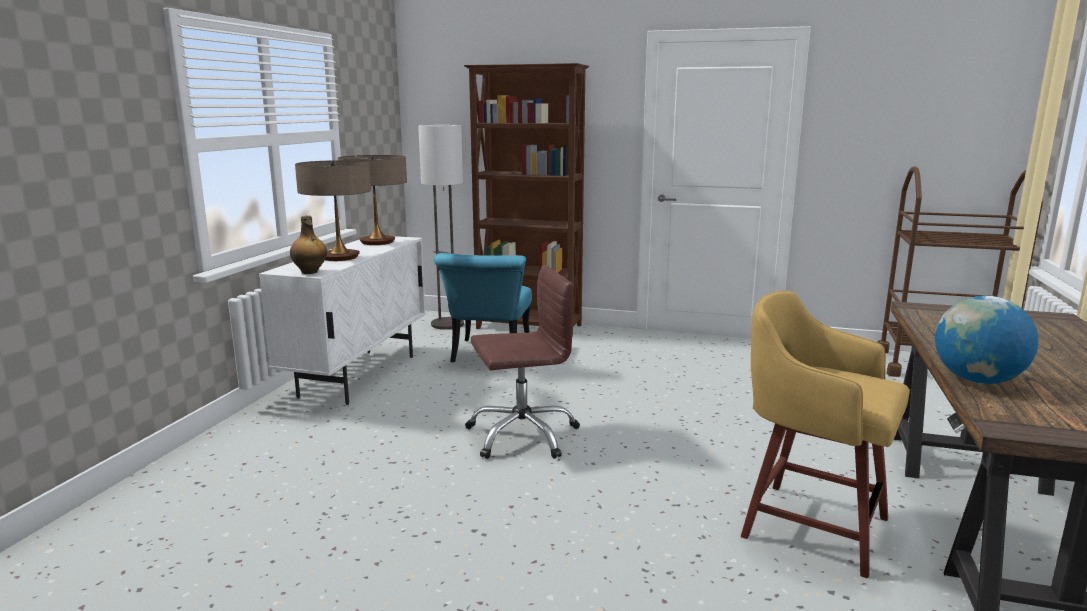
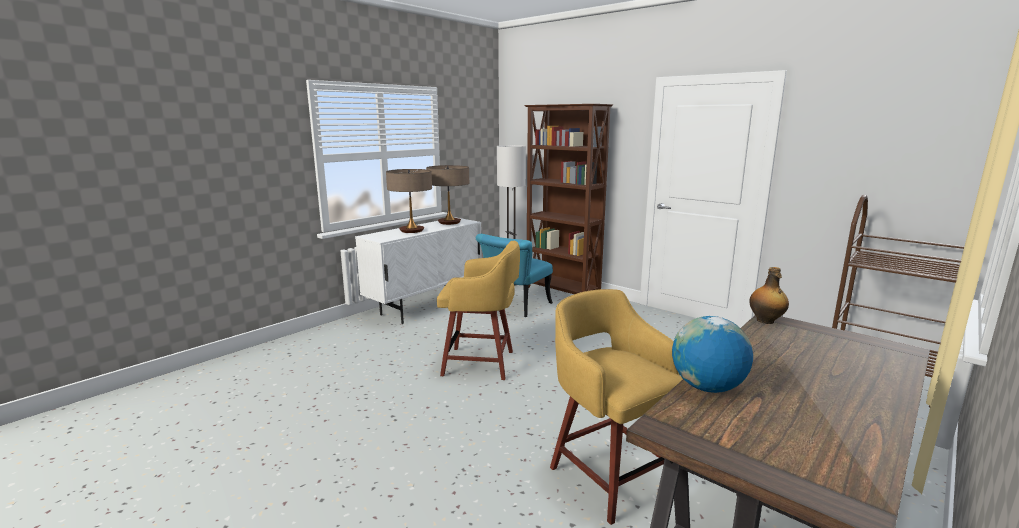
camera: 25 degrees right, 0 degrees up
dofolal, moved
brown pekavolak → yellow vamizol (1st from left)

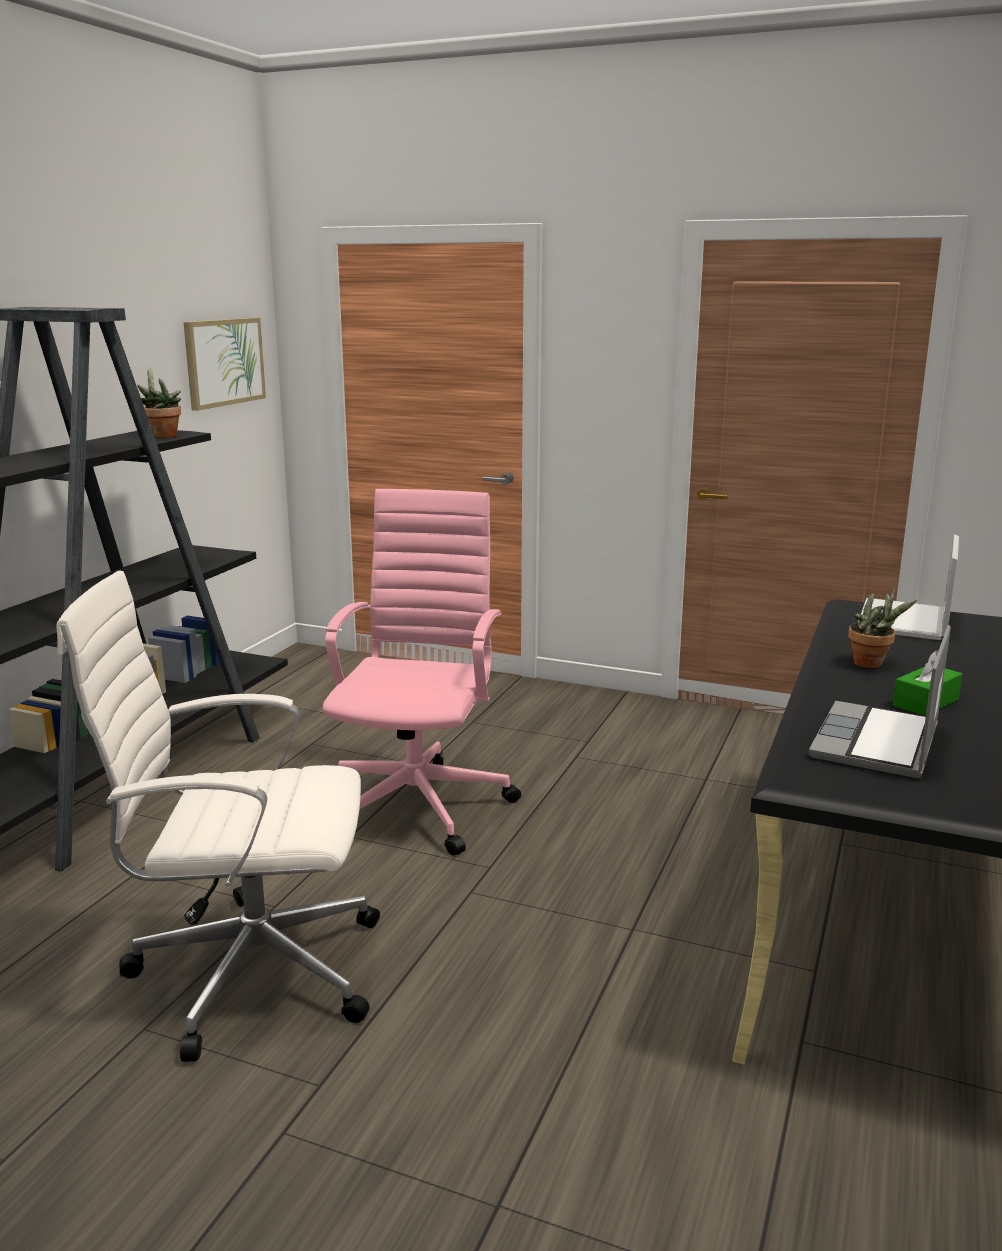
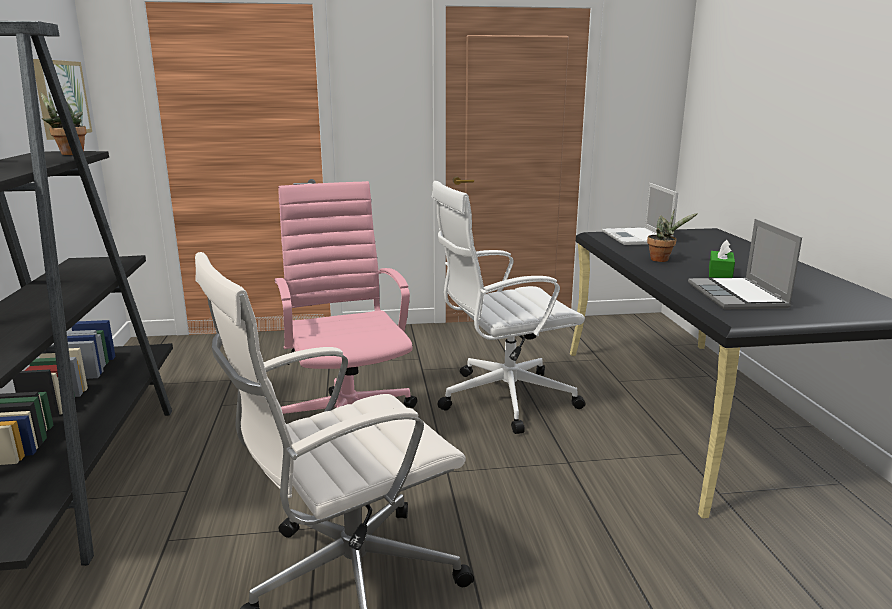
camera: 30 degrees left, 0 degrees up
- → white pekavolak (2nd from left)

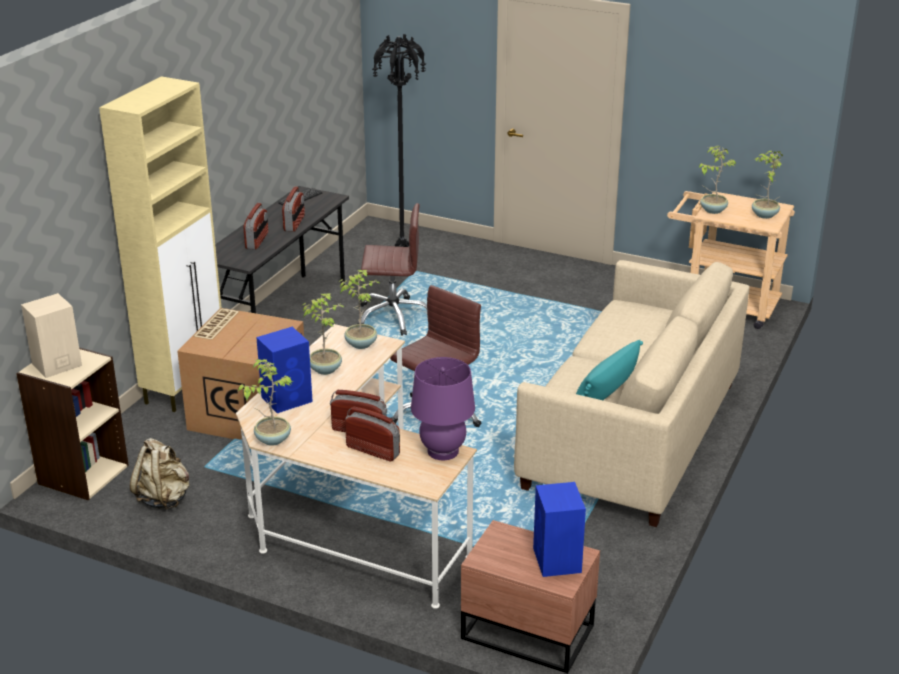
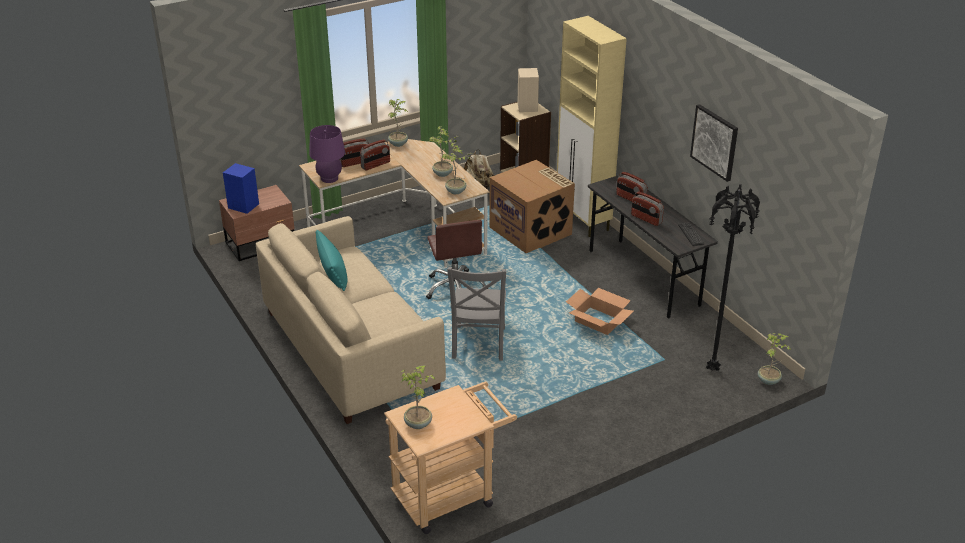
camera: 125 degrees right, 5 degrees up
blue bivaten (1st from left) → -
brown pekavolak (1st from left) → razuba (2nd from left)
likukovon (4th from left in the first image) → likukovon (5th from left), moved
- → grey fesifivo
- → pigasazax

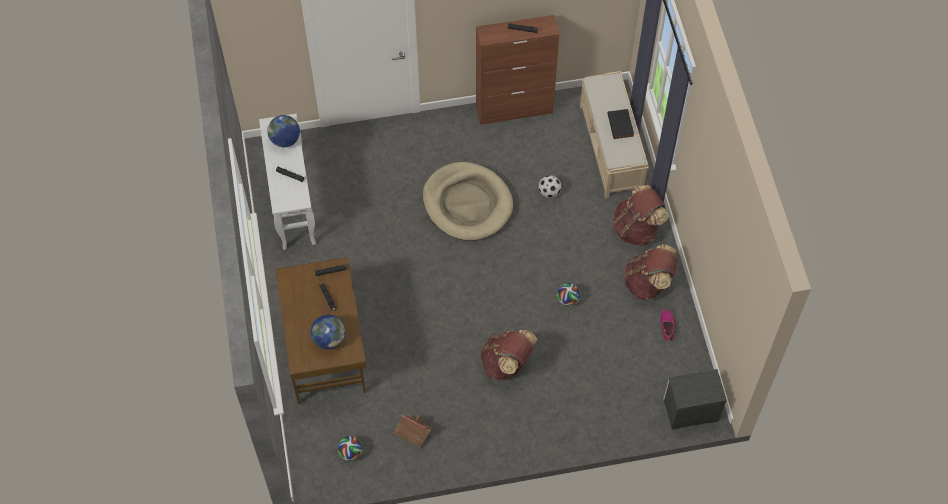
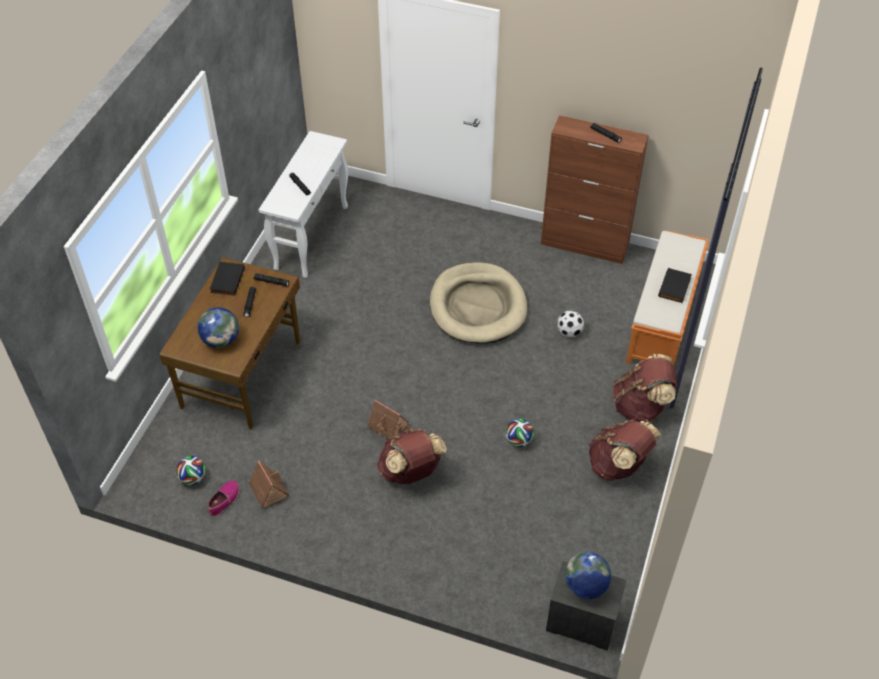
camera: 30 degrees right, 10 degrees down
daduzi (1st from left in the first image) → daduzi (2nd from left), moved
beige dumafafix → orange dumafafix
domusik, moved
- → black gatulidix (1st from left)
- → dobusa (2nd from left)

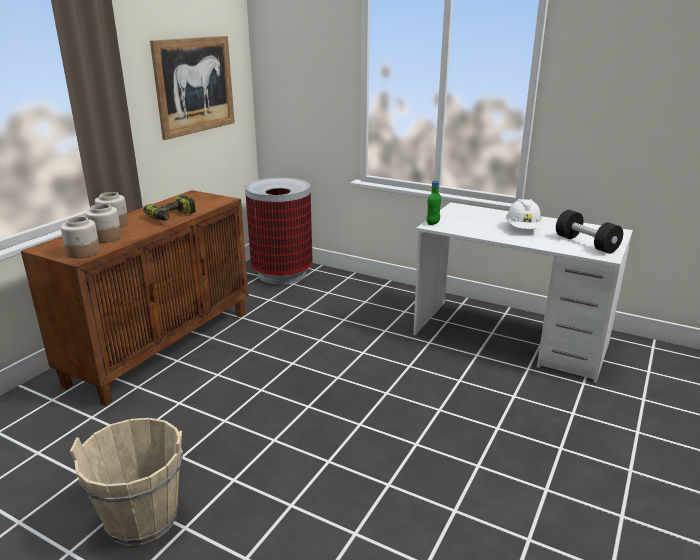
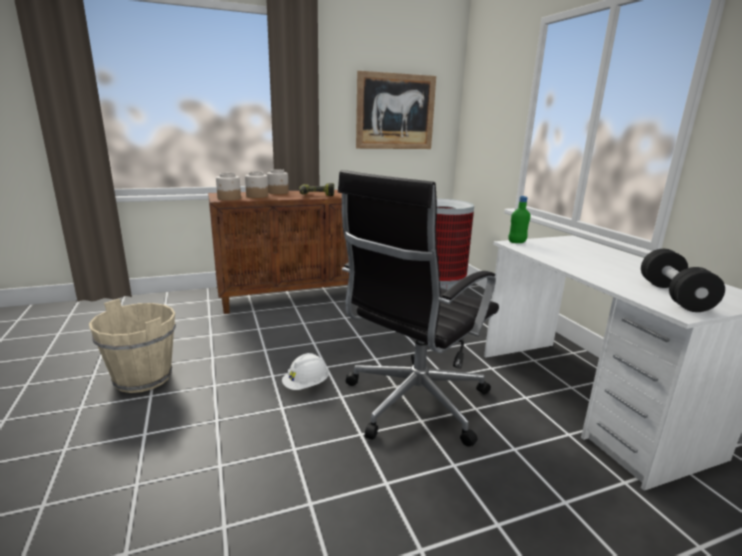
camera: 40 degrees right, 5 degrees down
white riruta, moved
- → black pekavolak

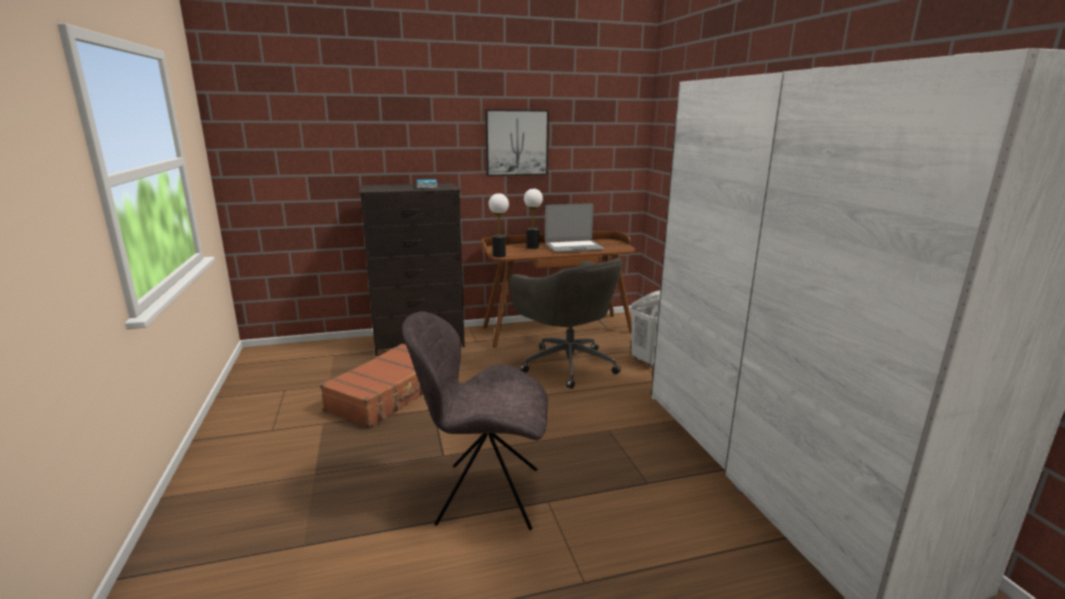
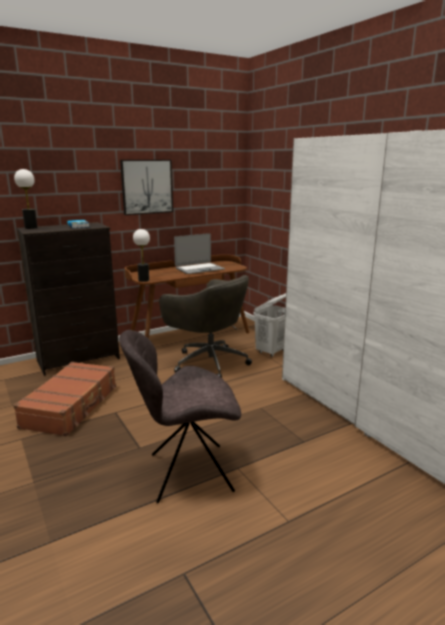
camera: 15 degrees left, 0 degrees up
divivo (2nd from left in the first image) → divivo (1st from left), moved

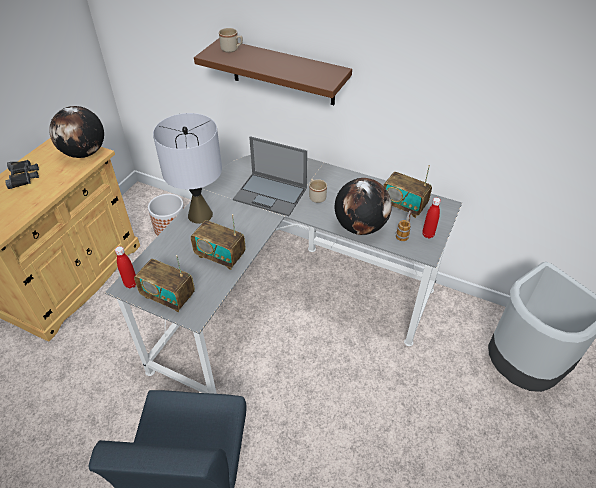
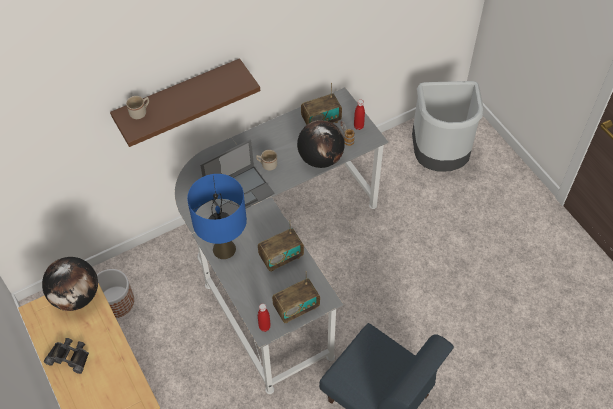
camera: 55 degrees left, 10 degrees up
grey divivo → blue divivo

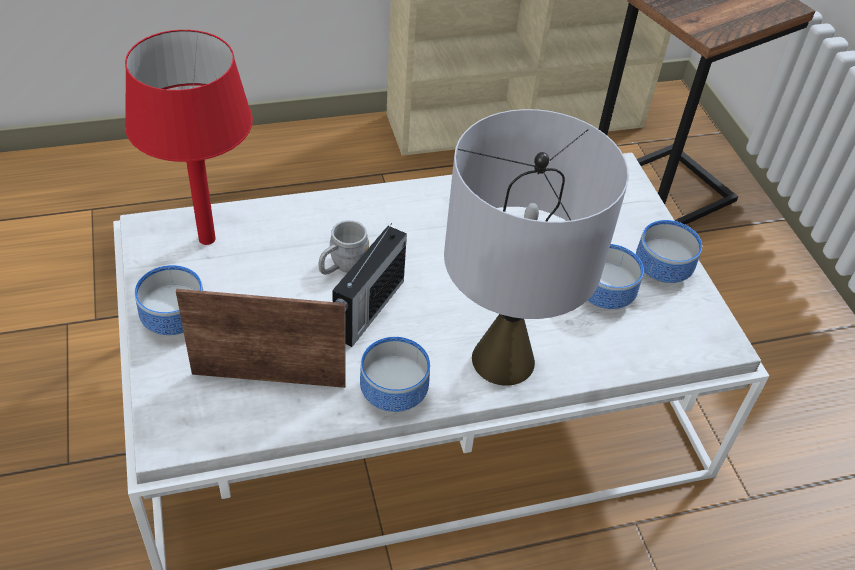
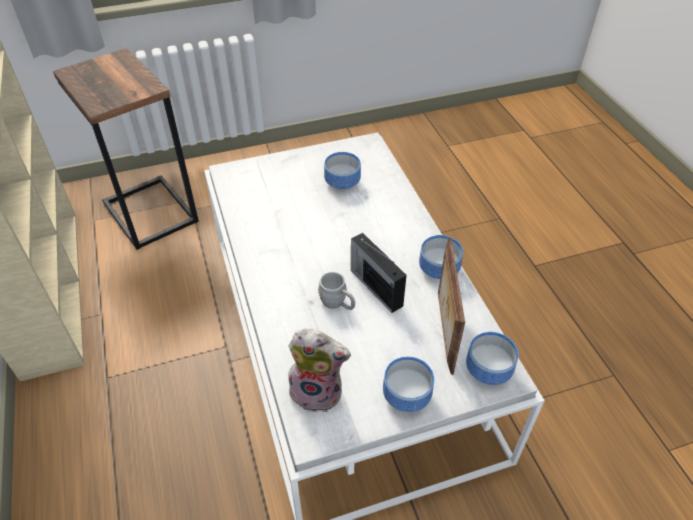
camera: 90 degrees left, 0 degrees up
red divivo → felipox
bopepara, 150 degrees counterclockwise
grey divivo → -
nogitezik (4th from left), moved

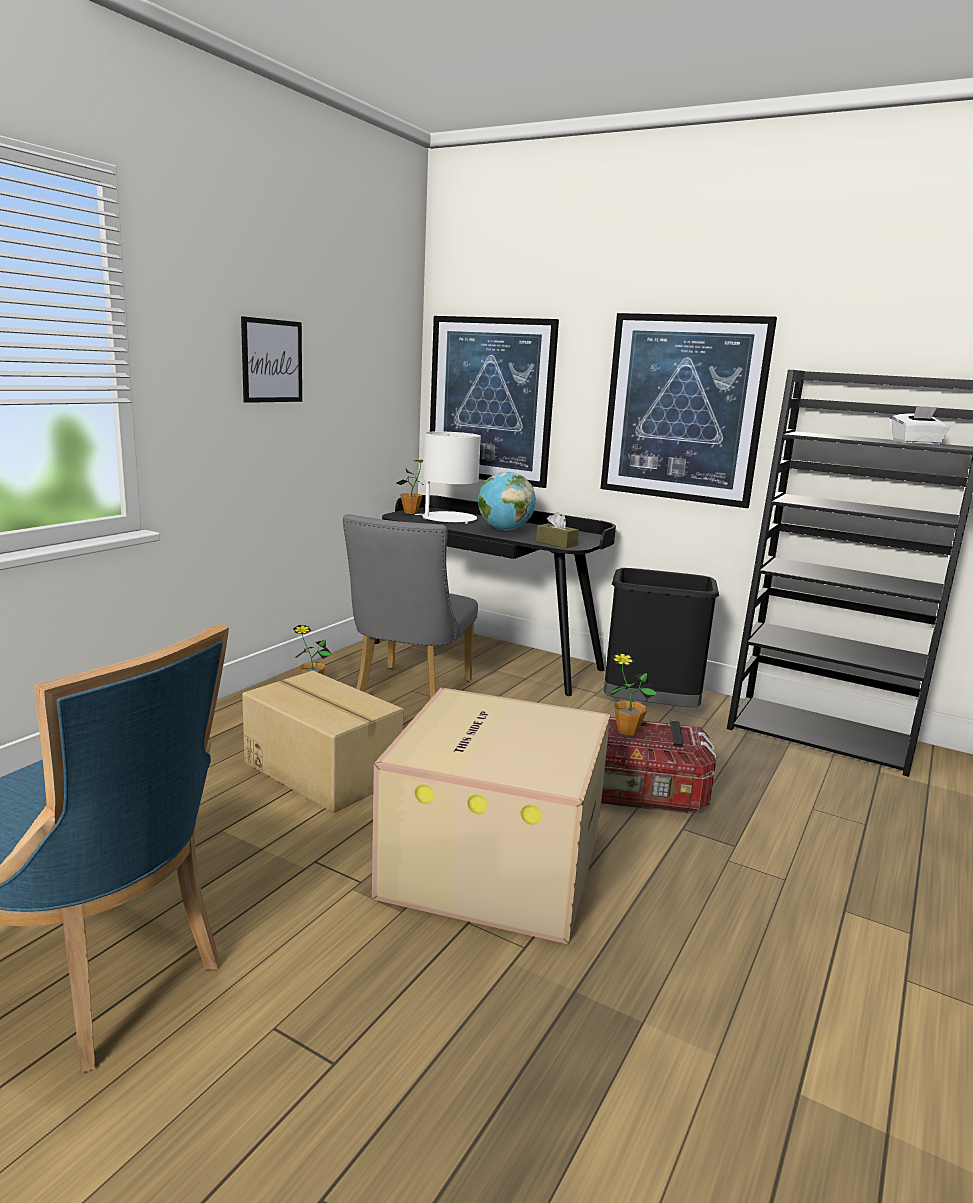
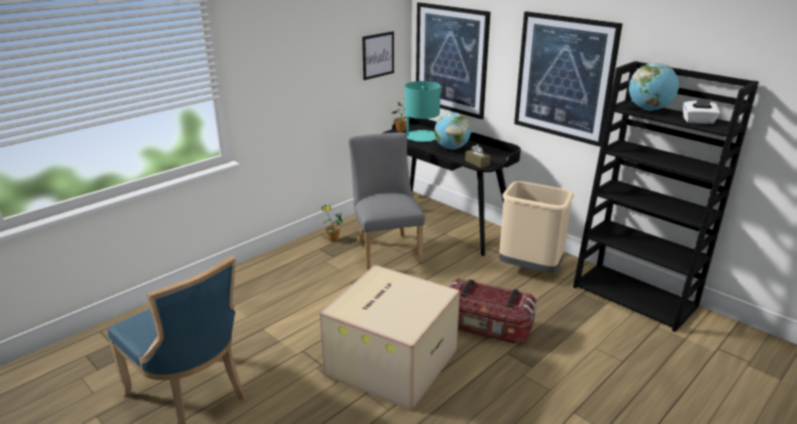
camera: 15 degrees right, 10 degrees up
pigasazax (1st from left), moved
razuba (1st from left) → -
grey fesifivo, 135 degrees clockwise
white divivo → turquoise divivo
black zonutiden → beige zonutiden
likukovon (3rd from left) → -
- → daduzi (2nd from left)

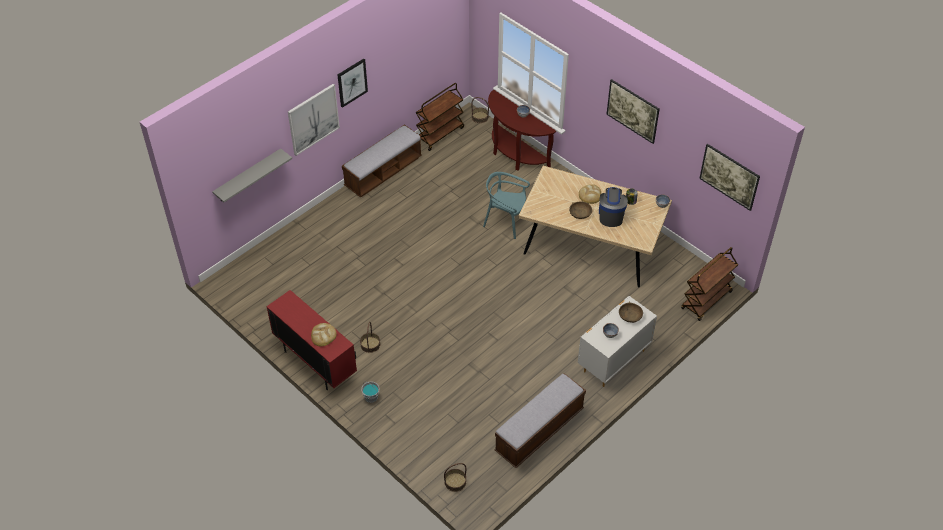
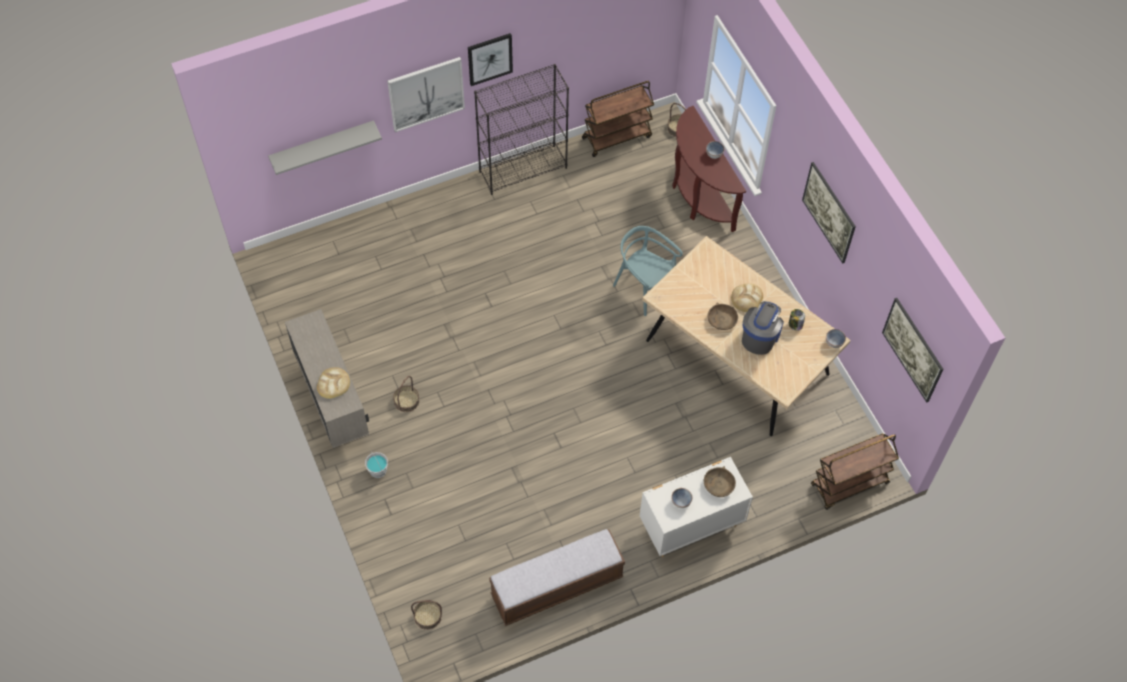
camera: 20 degrees right, 10 degrees up
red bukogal → beige bukogal
dumafafix (1st from left) → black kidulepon

